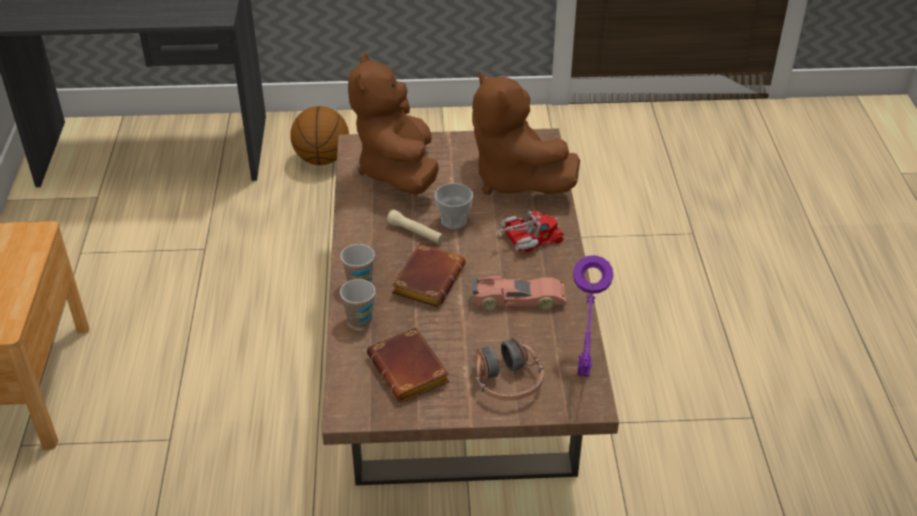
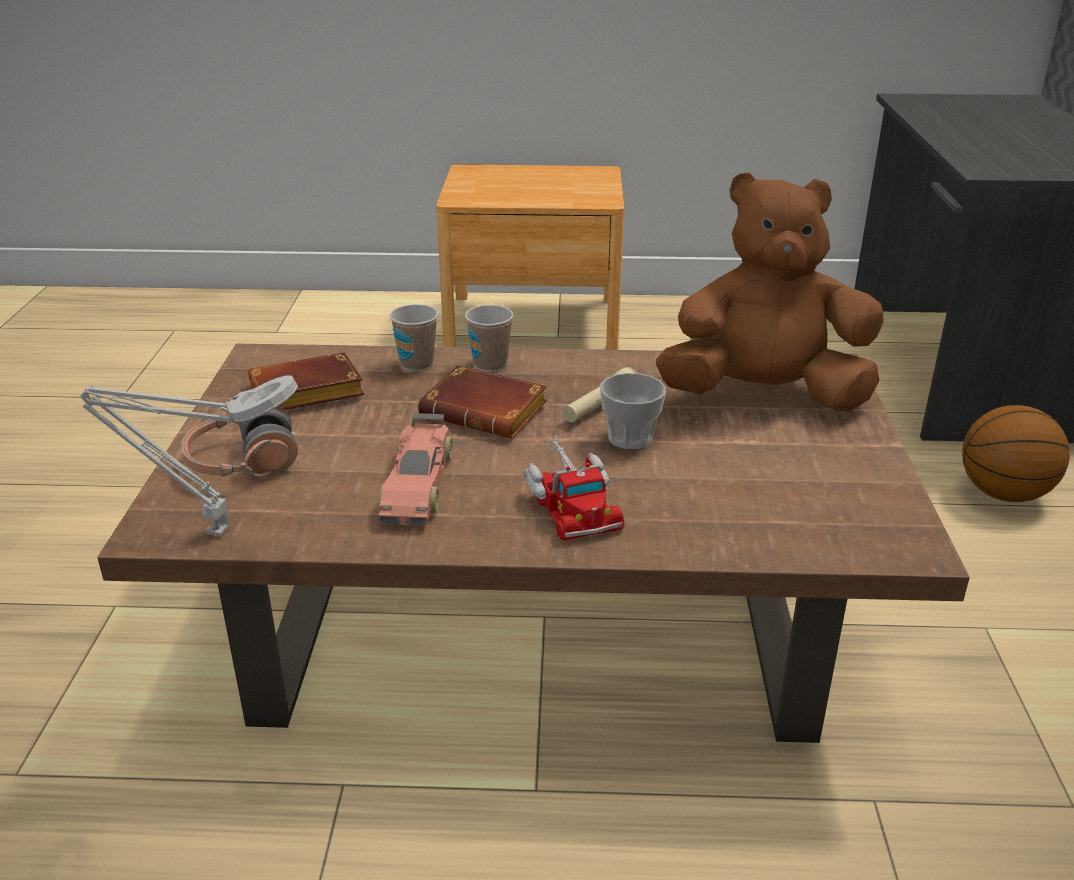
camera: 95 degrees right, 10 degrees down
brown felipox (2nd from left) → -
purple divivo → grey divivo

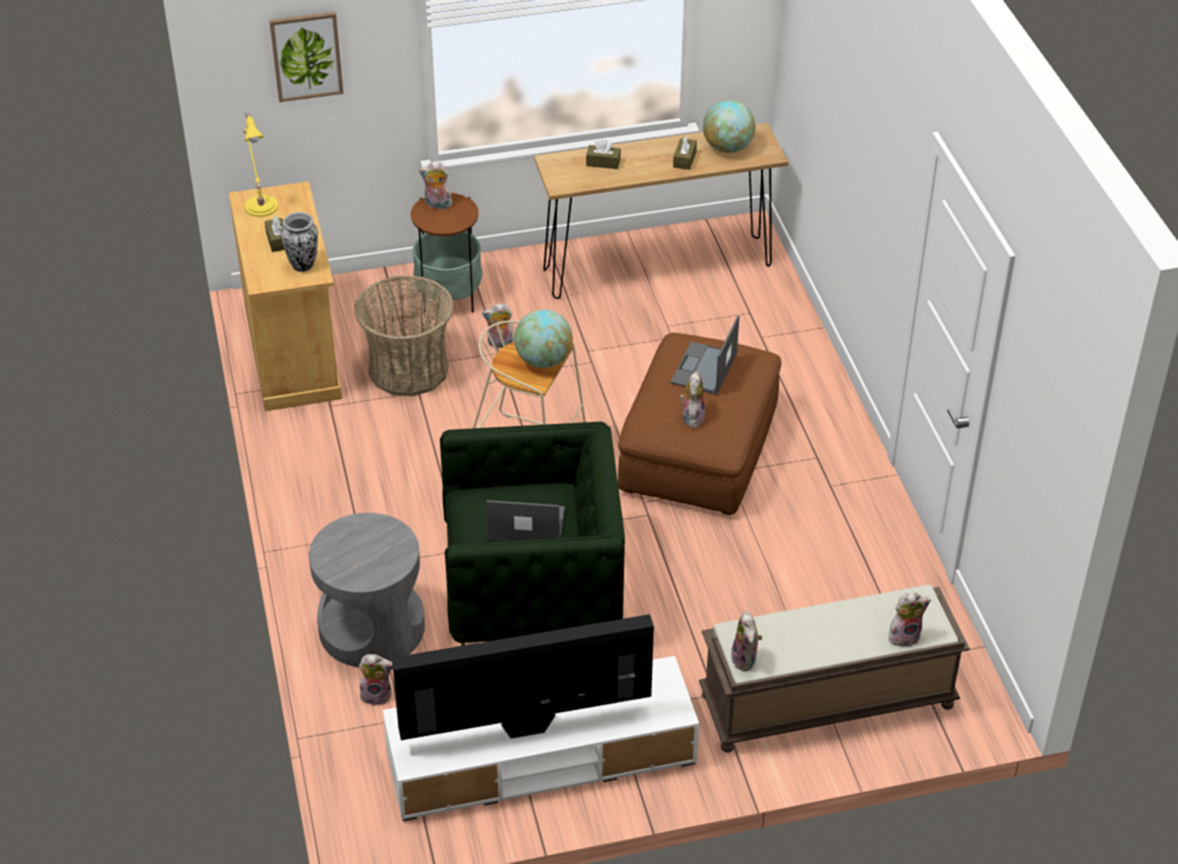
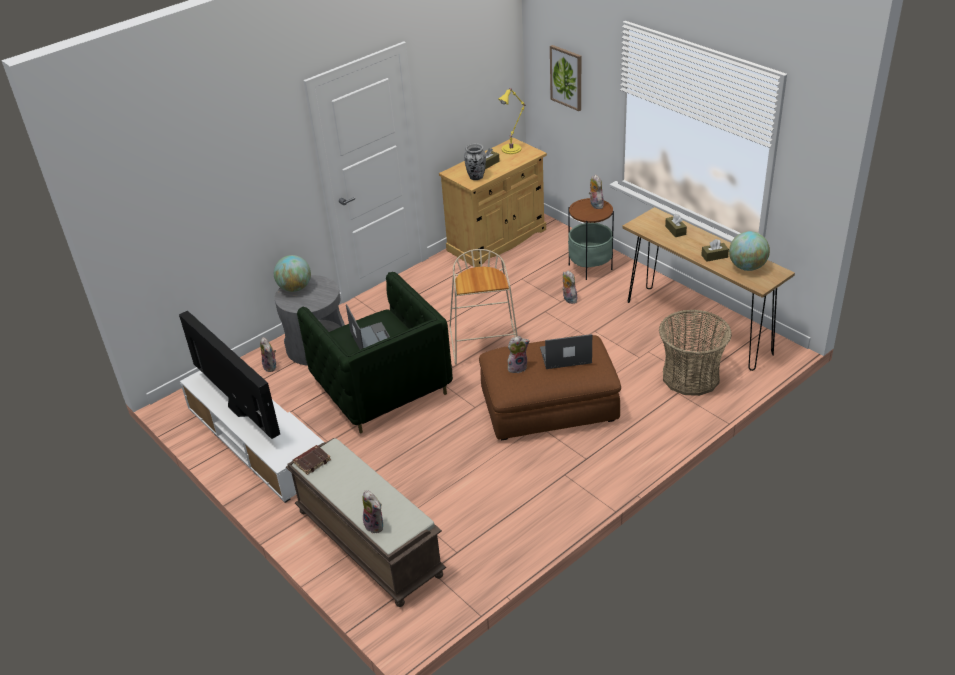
camera: 65 degrees right, 5 degrees down
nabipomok, moved
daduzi (1st from left), moved
felipox (5th from left) → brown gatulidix

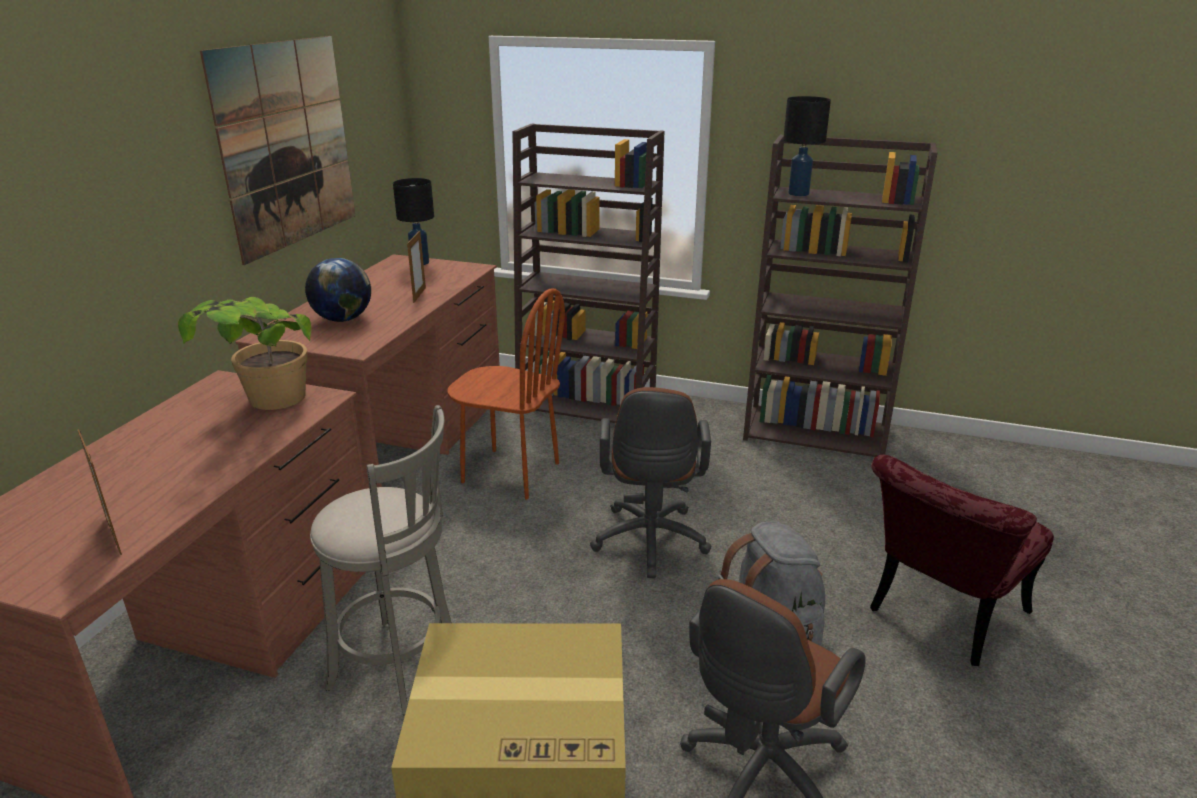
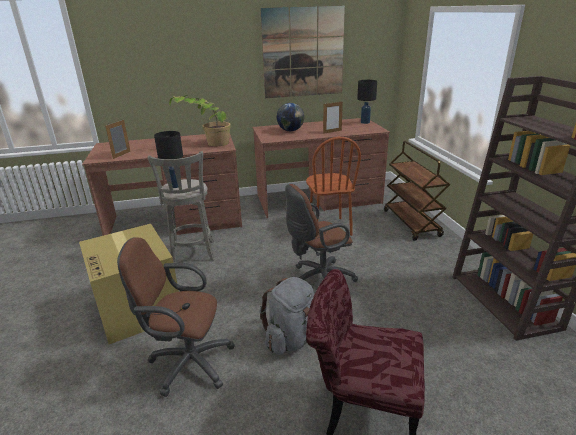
camera: 60 degrees right, 0 degrees up
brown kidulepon (1st from left) → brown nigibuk
black divivo (2nd from left in the first image) → black divivo (1st from left), moved

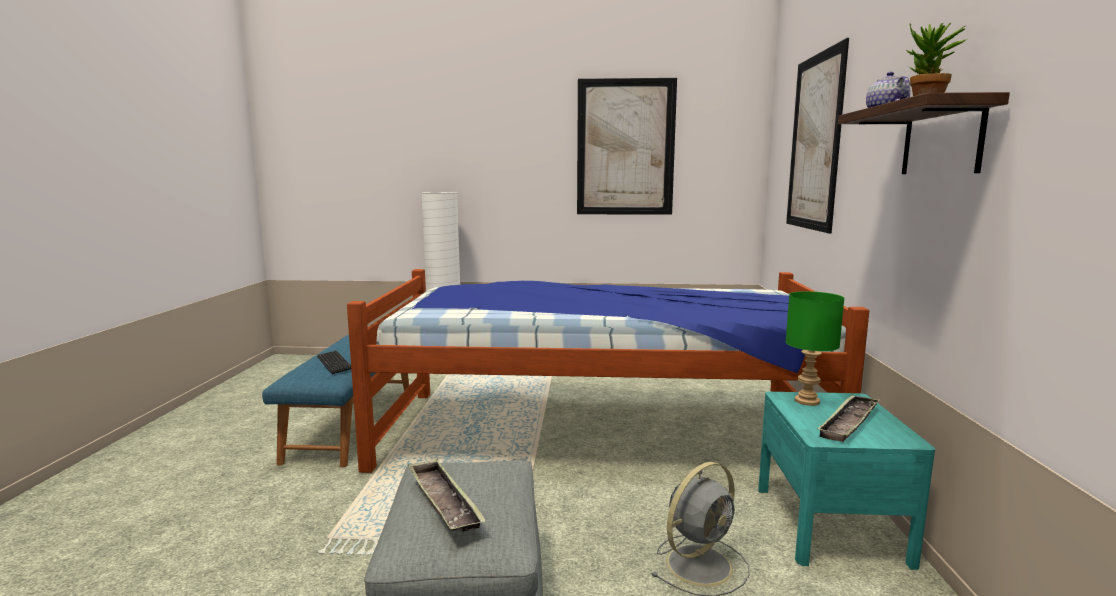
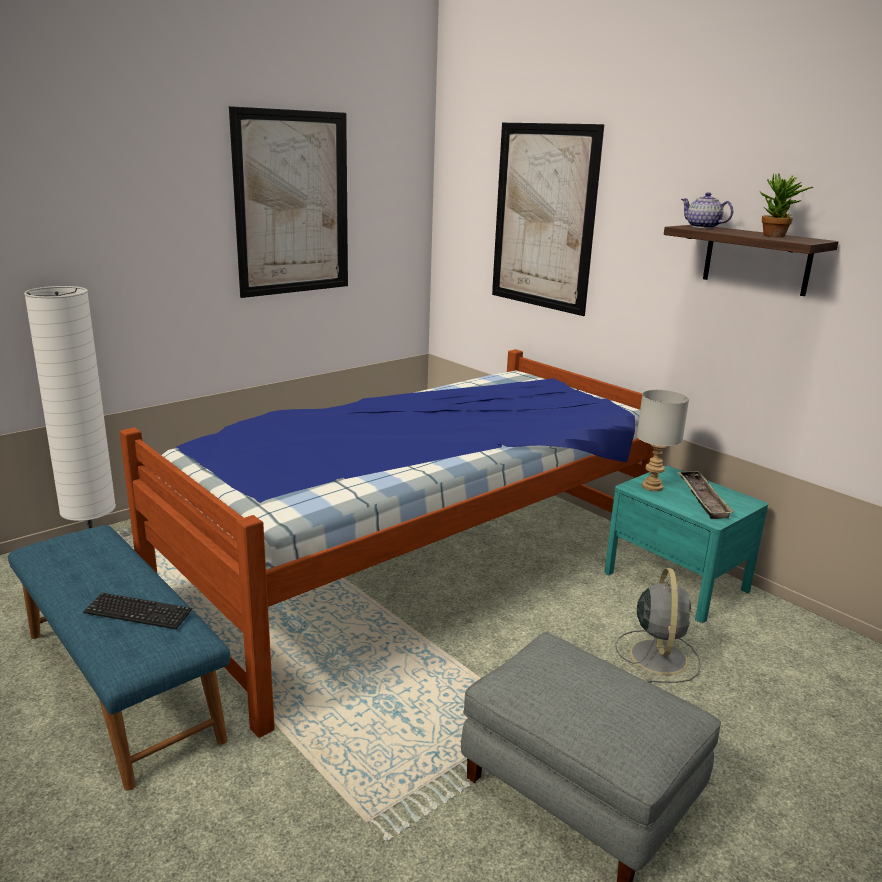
camera: 45 degrees left, 10 degrees up
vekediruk (1st from left) → -
green divivo → grey divivo

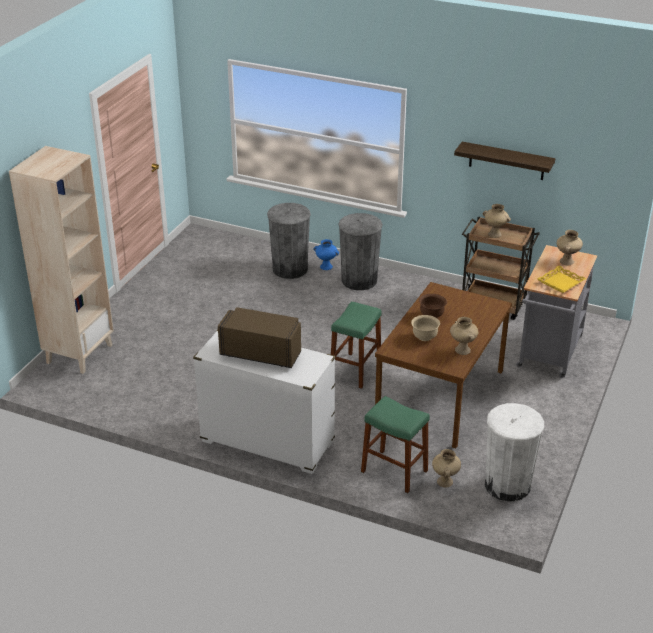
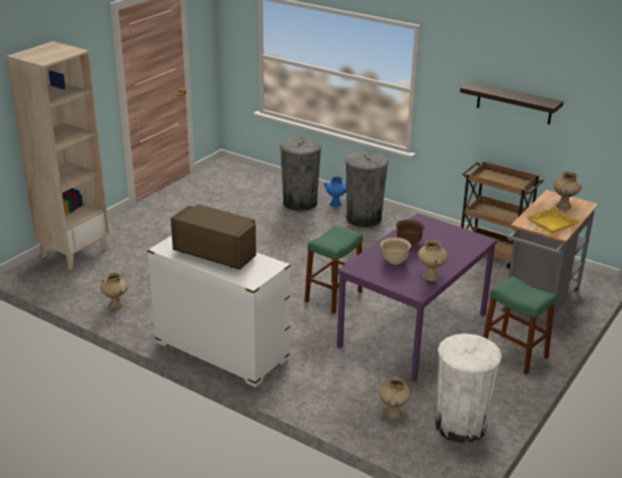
camera: 10 degrees right, 5 degrees down
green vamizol (2nd from left), moved
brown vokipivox → purple vokipivox
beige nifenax (3rd from left in the first image) → beige nifenax (1st from left), moved

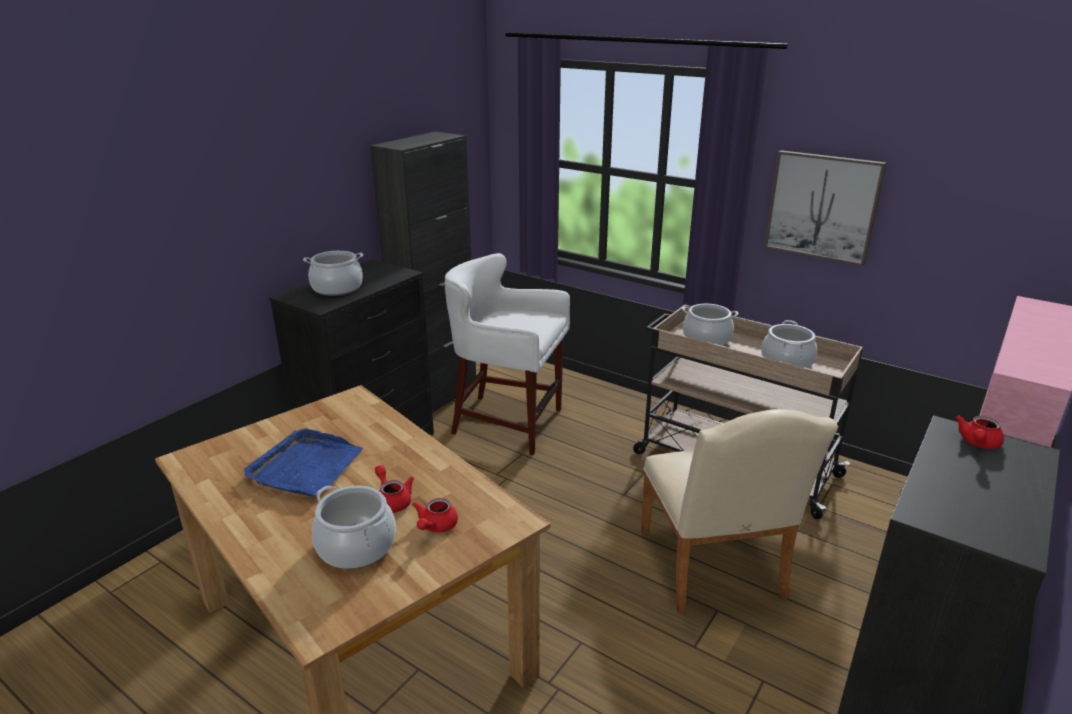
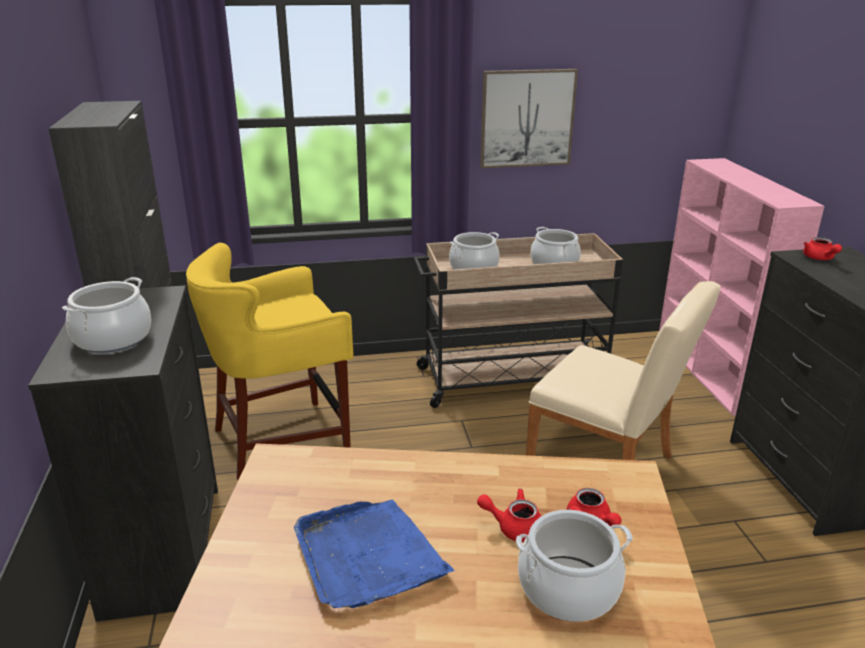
camera: 45 degrees left, 0 degrees up
white vamizol → yellow vamizol

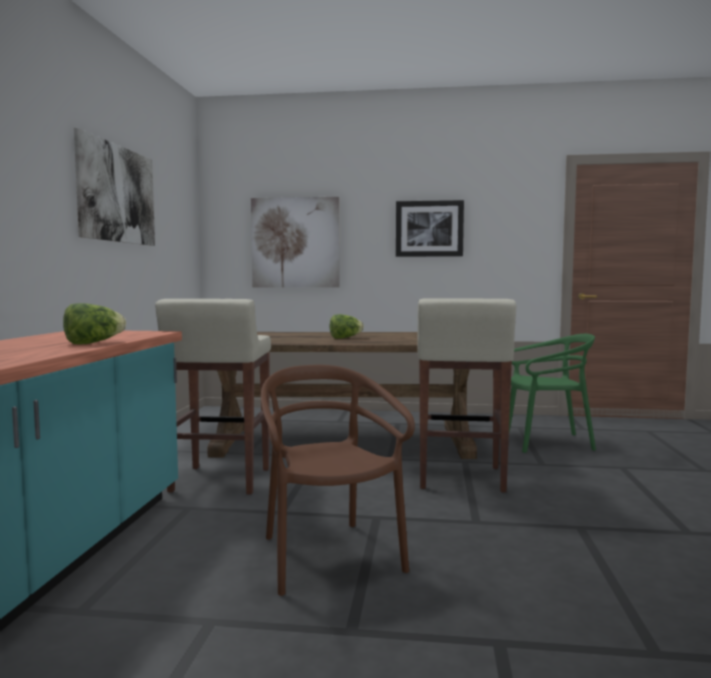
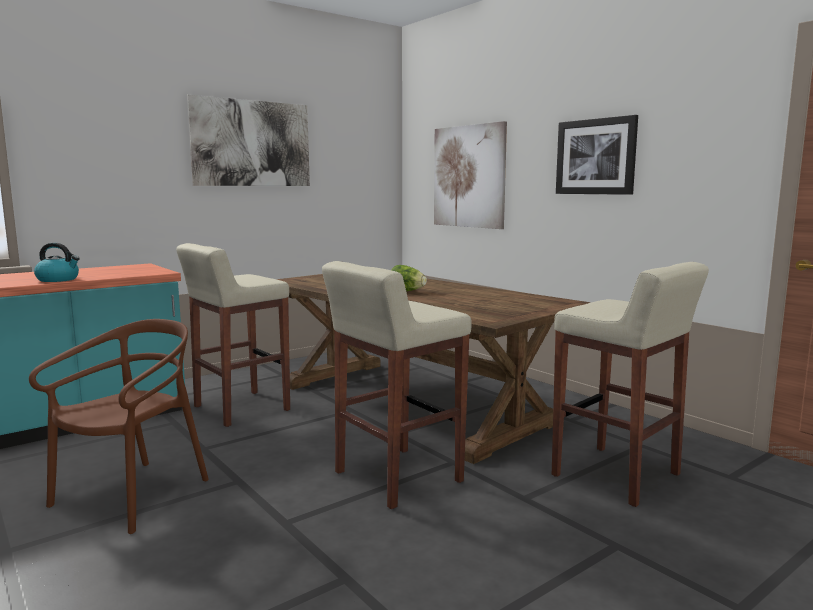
camera: 45 degrees right, 5 degrees up
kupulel (1st from left) → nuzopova
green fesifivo → beige vamizol (3rd from left)

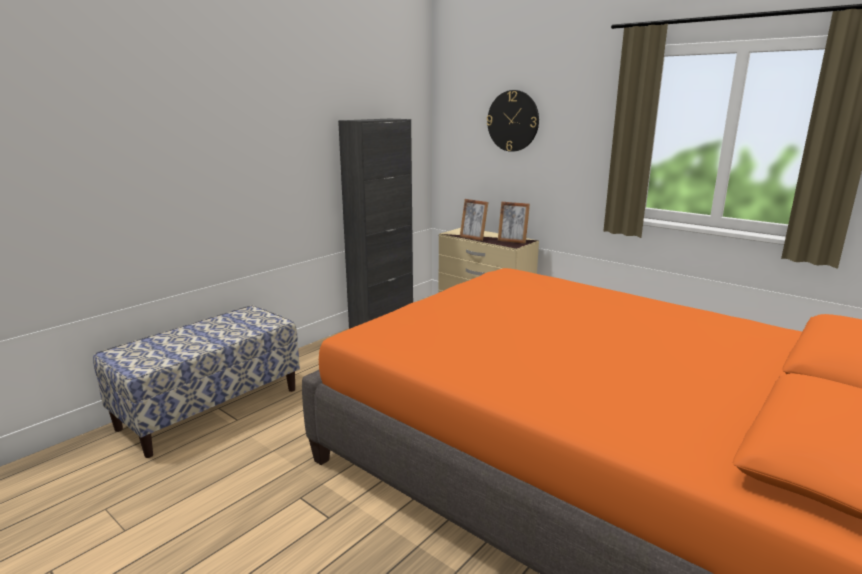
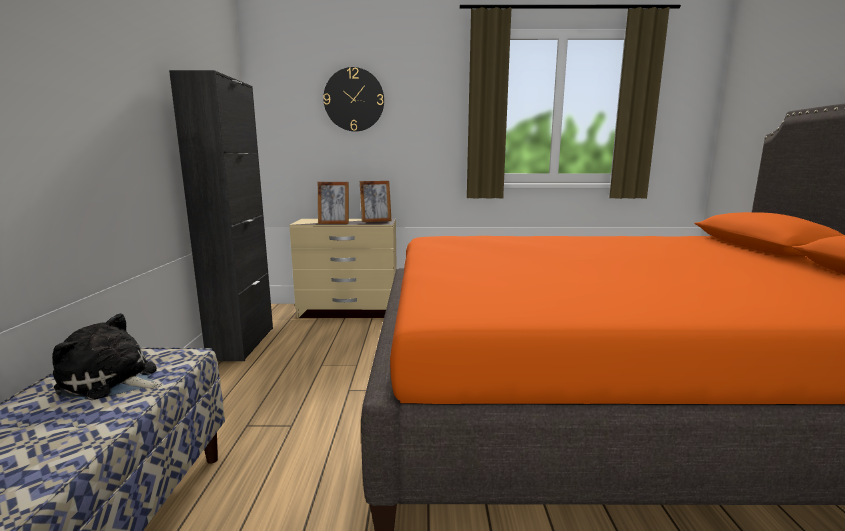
camera: 40 degrees left, 5 degrees down
- → felipox

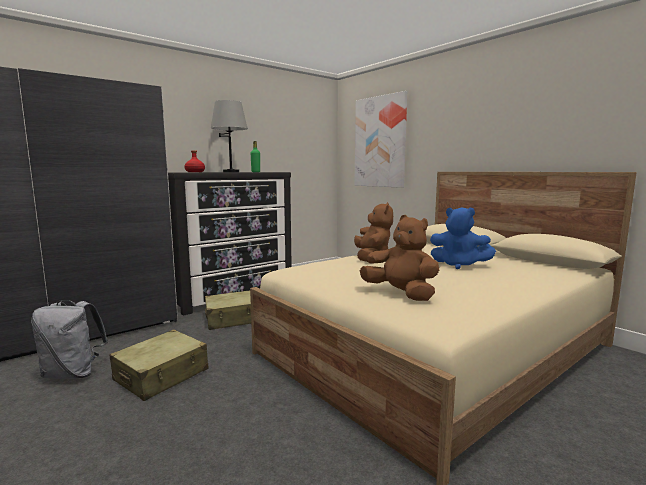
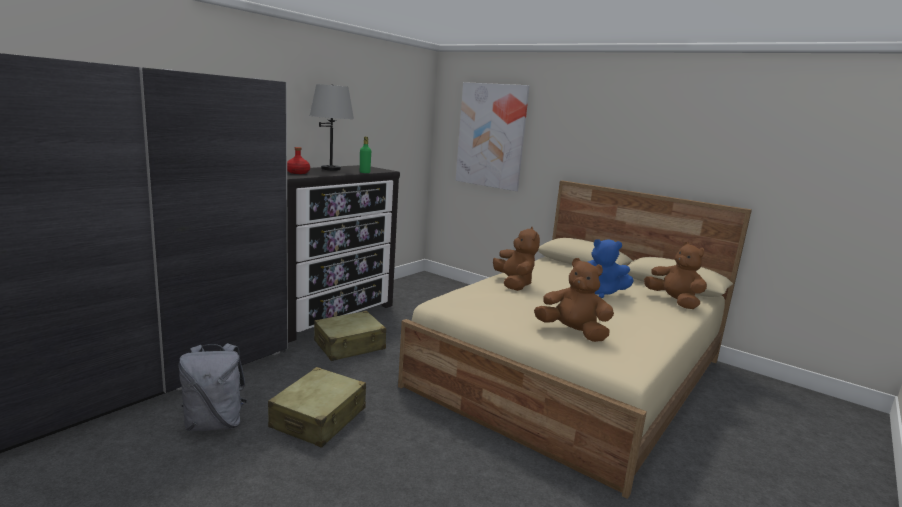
camera: 15 degrees left, 5 degrees up
- → brown felipox (3rd from left)

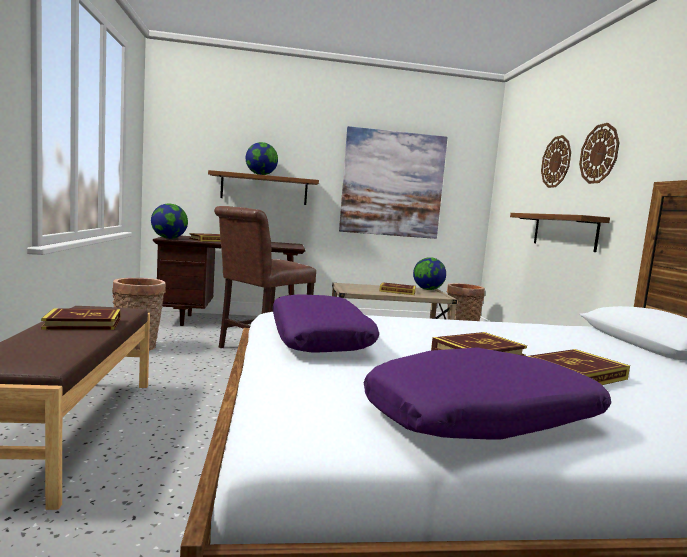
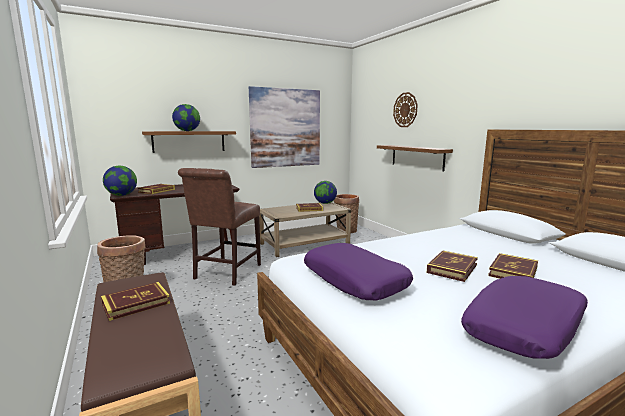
camera: 20 degrees left, 5 degrees up
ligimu (2nd from left) → -

